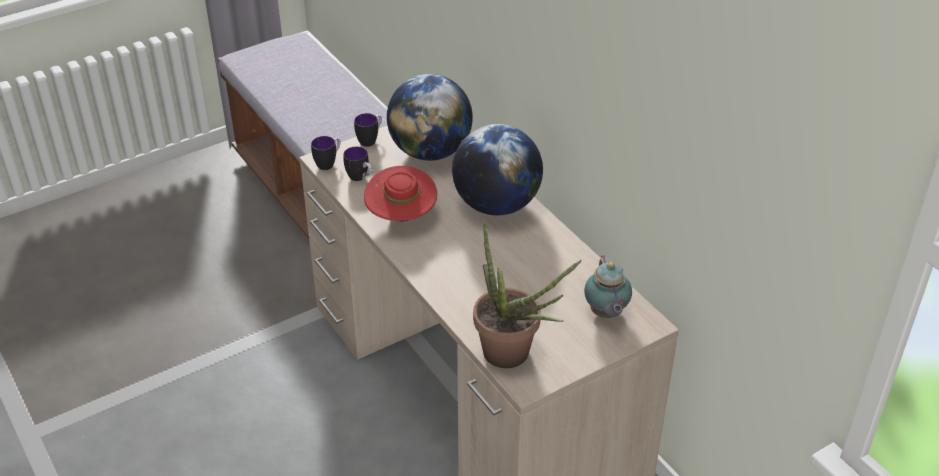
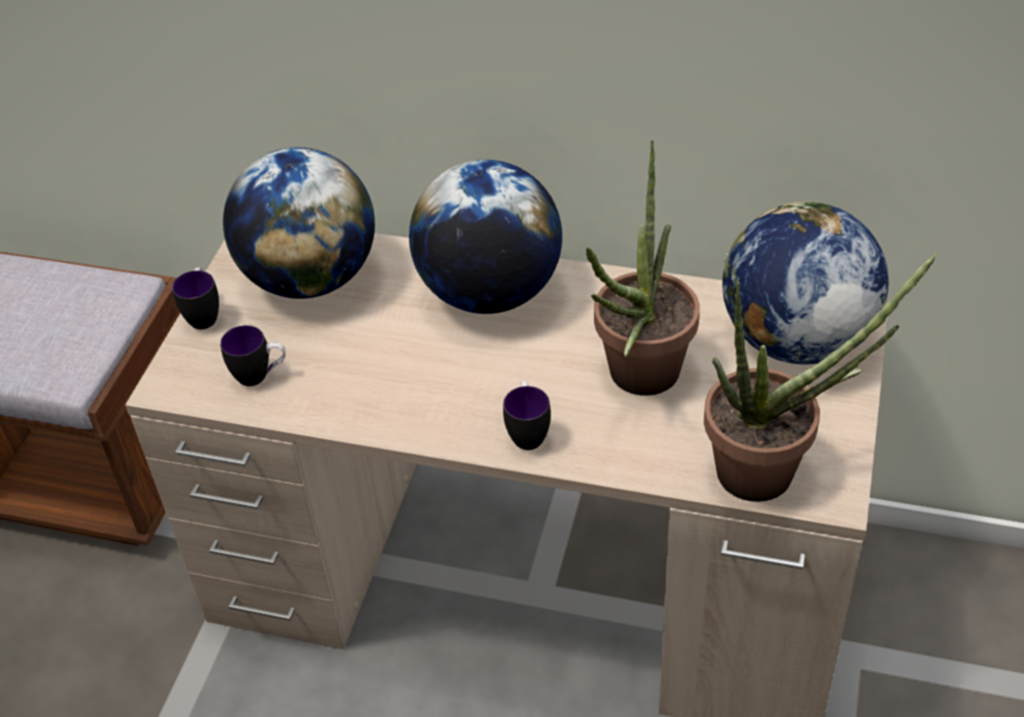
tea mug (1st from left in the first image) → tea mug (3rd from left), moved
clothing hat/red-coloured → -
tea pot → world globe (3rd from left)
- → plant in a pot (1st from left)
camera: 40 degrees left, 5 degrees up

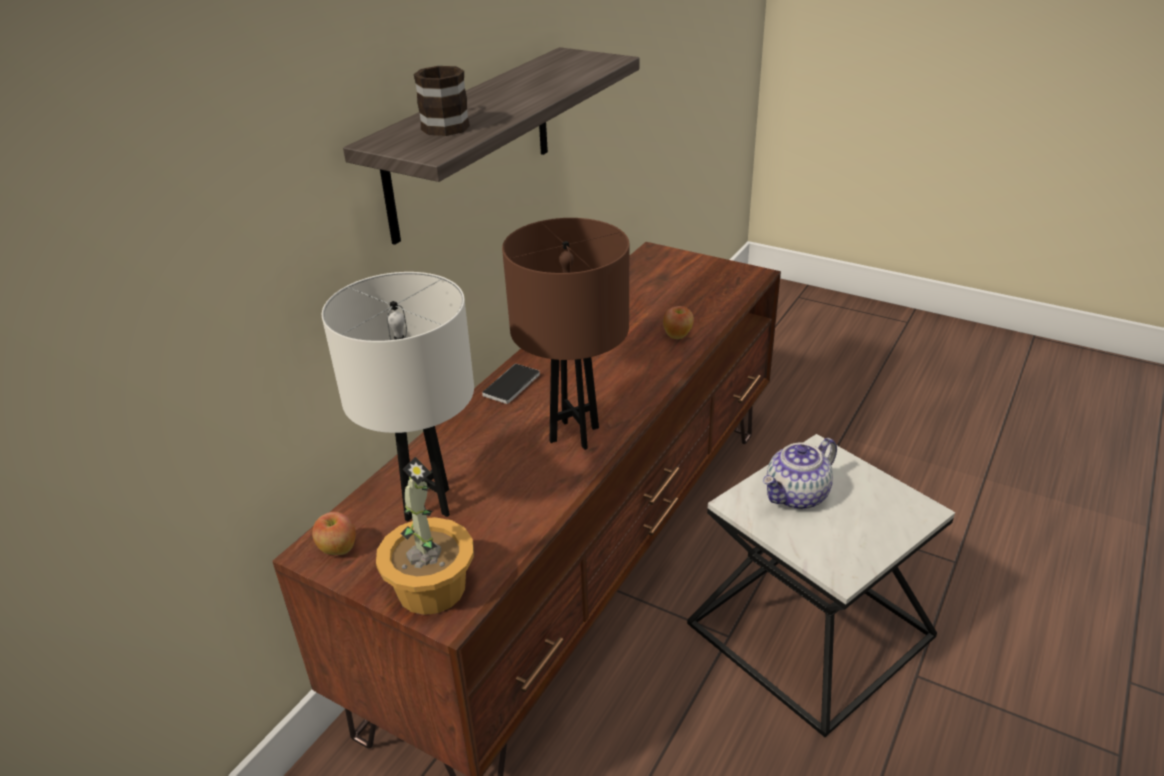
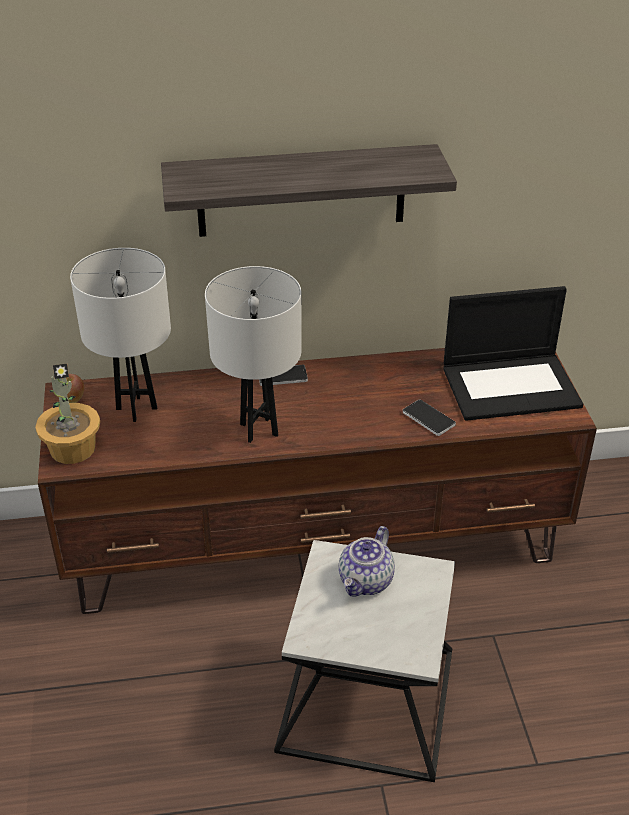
tea mug → -
table lamp/brown-coloured → table lamp/whitish (2nd from left)
apple (2nd from left) → handset (2nd from left)
tea pot, 75 degrees counterclockwise
- → laptop
camera: 50 degrees right, 5 degrees up

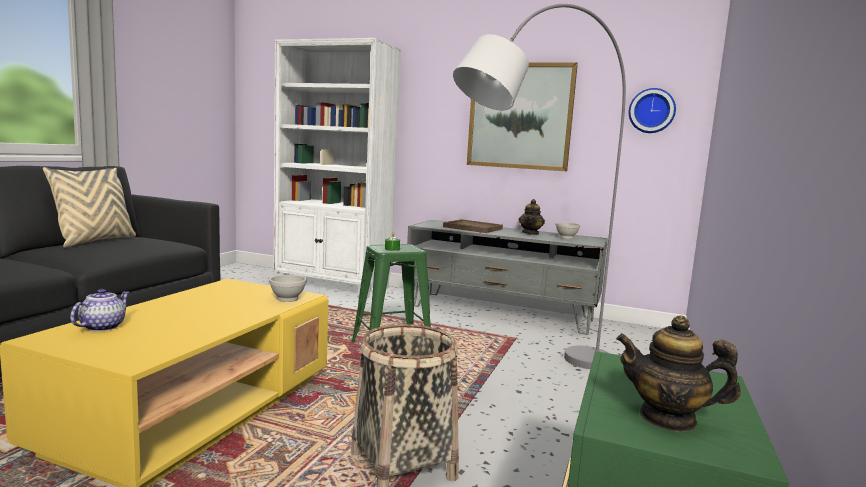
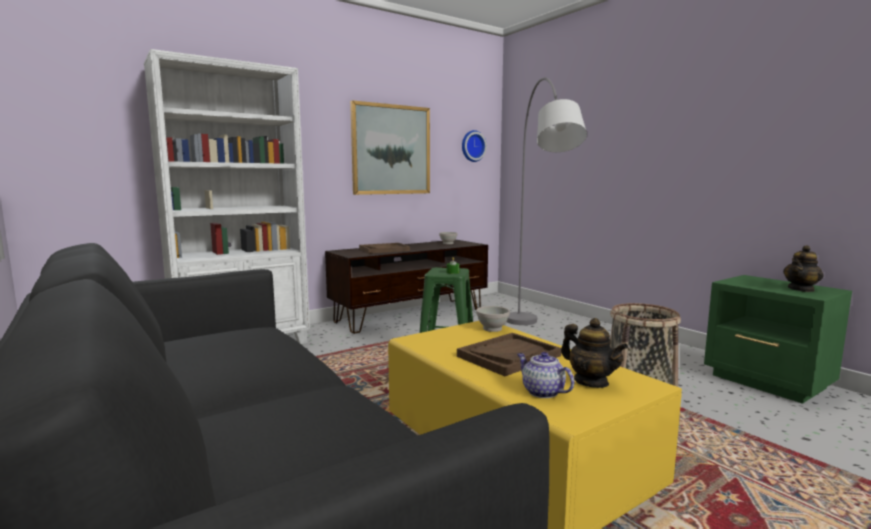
throw pillow/beige-coloured → -
tea pot (2nd from left), moved
tv unit/greyish → tv unit/brown-coloured
- → serving tray/brown-coloured (2nd from left)
camera: 55 degrees left, 0 degrees up

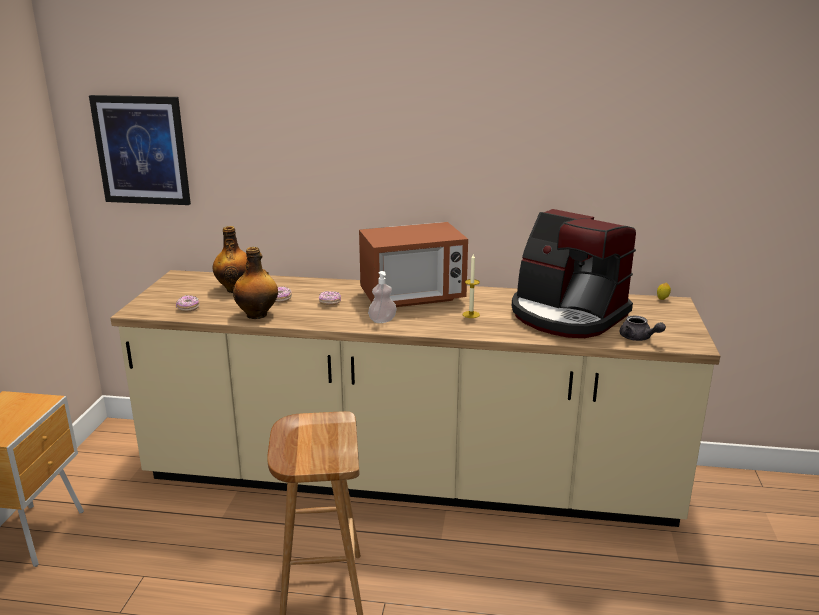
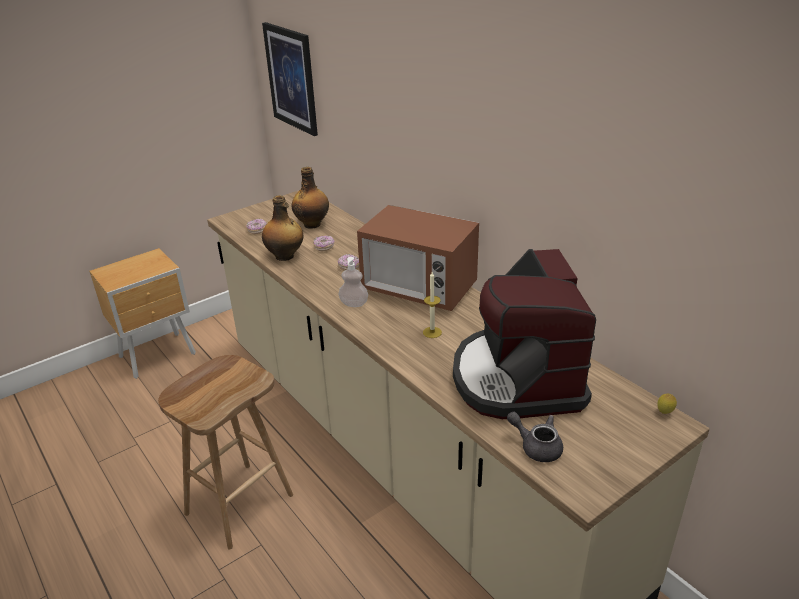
tea pot/greyish, 120 degrees clockwise
camera: 45 degrees right, 10 degrees up

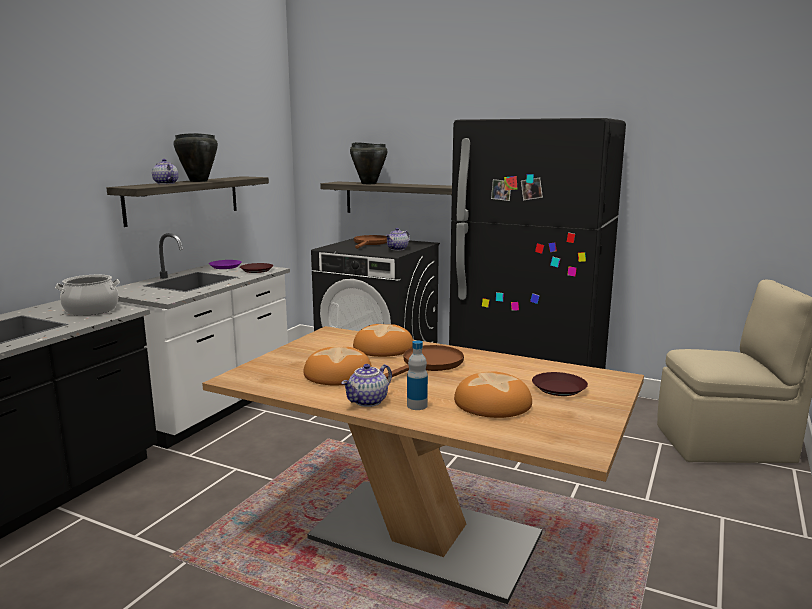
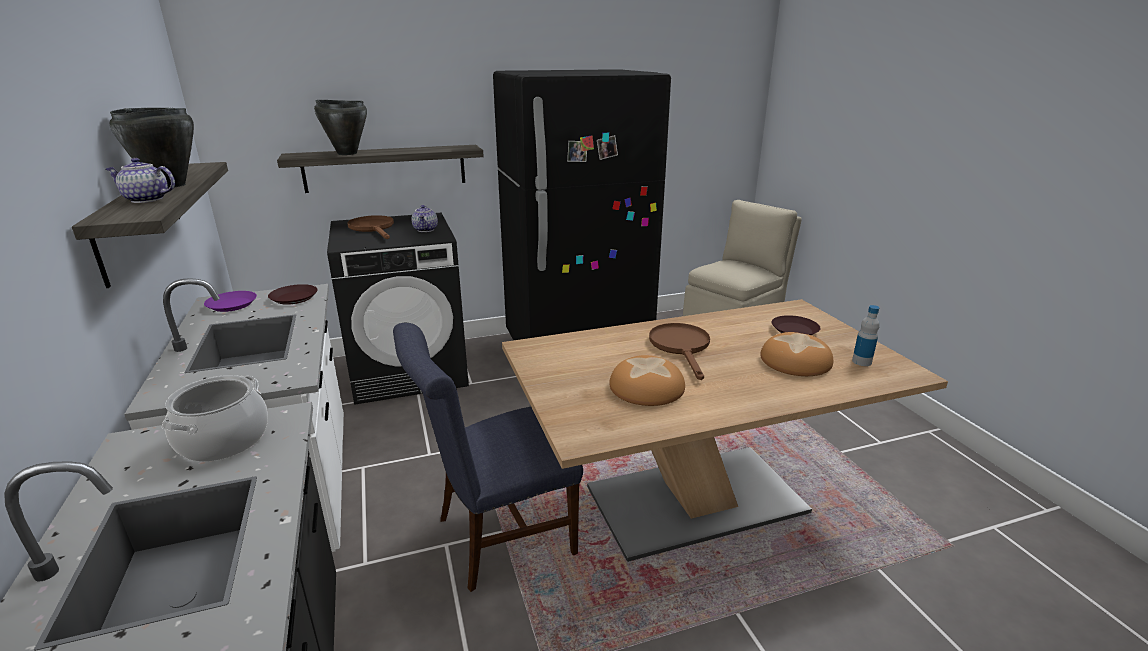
bakery bread (2nd from left) → -
bottle, moved
tea pot (2nd from left) → -
- → plain chair/bluish
camera: 45 degrees left, 10 degrees up

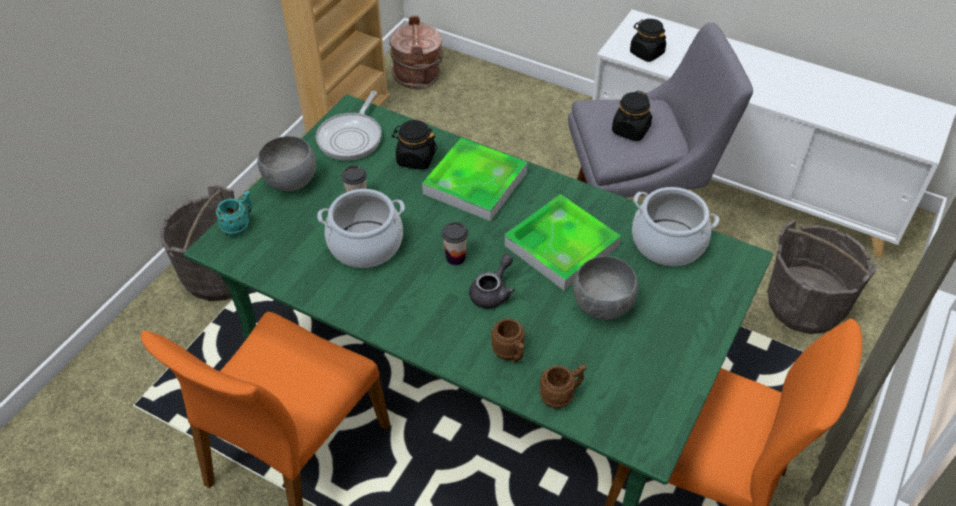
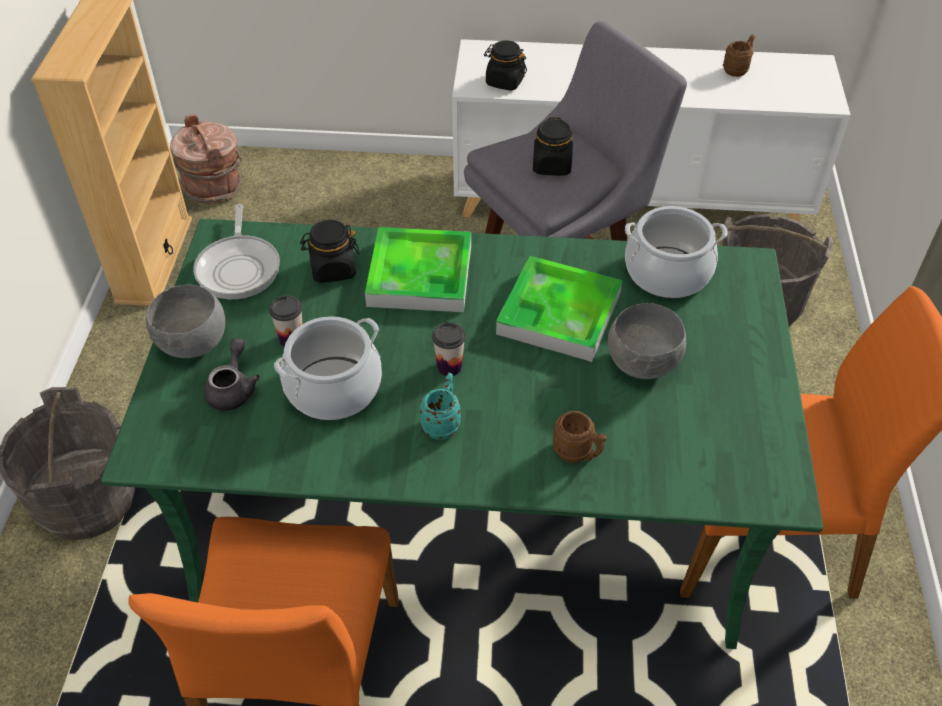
tea mug/turquoise-coloured, moved
tea pot/greyish, moved
tea mug/brown-coloured (2nd from left), moved
camera: 25 degrees left, 0 degrees up

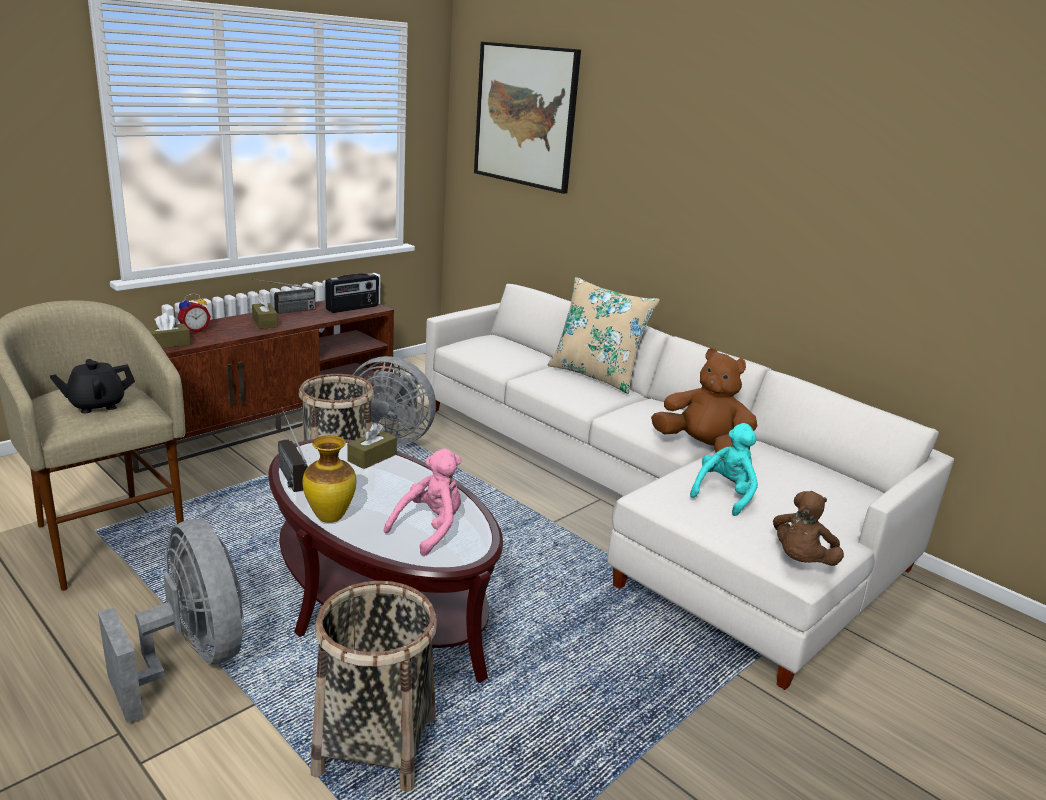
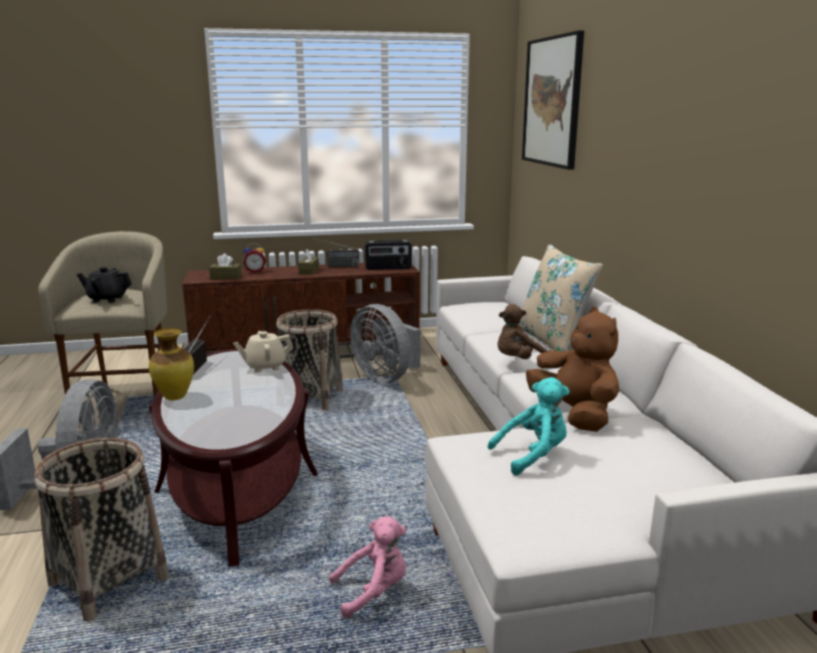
tissue holder/brown-coloured (3rd from left) → tea pot/beige-coloured
plush toy/pink, moved
plush toy/brown-coloured (2nd from left in the first image) → plush toy/brown-coloured (1st from left), moved
camera: 35 degrees right, 5 degrees down

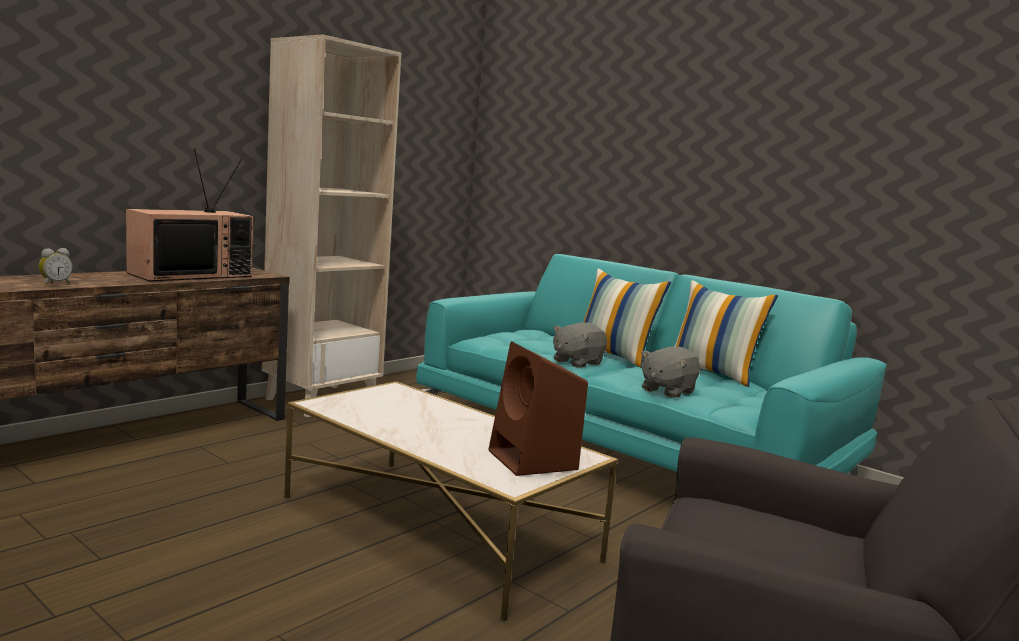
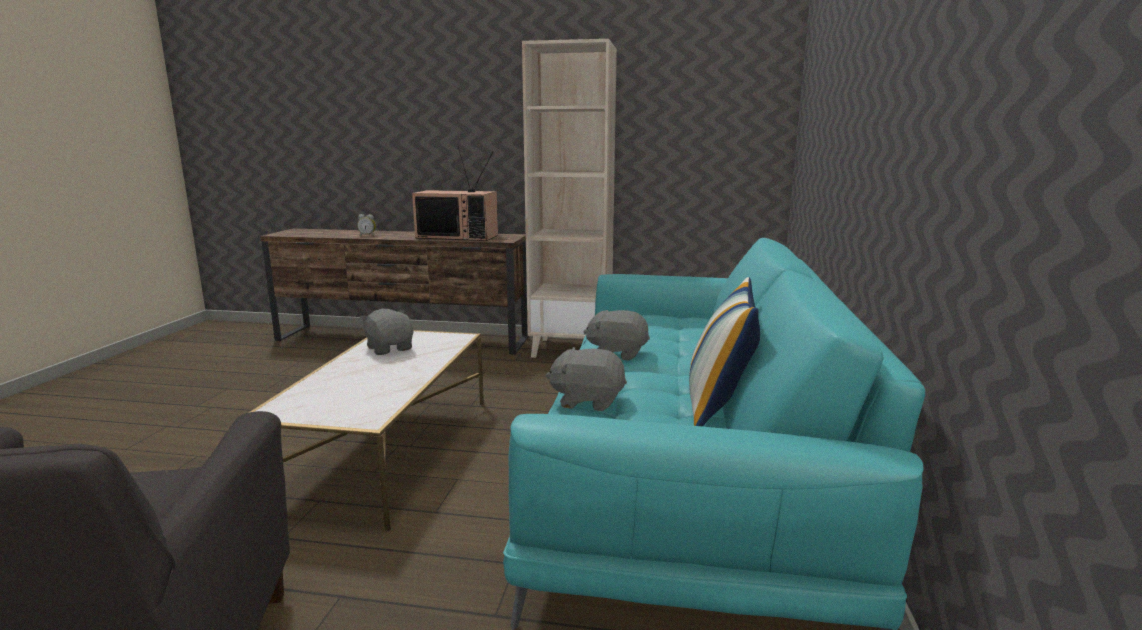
throw pillow (1st from left) → -
loudspeaker/brown-coloured → -
- → plush toy/greyish (1st from left)
camera: 60 degrees right, 5 degrees up

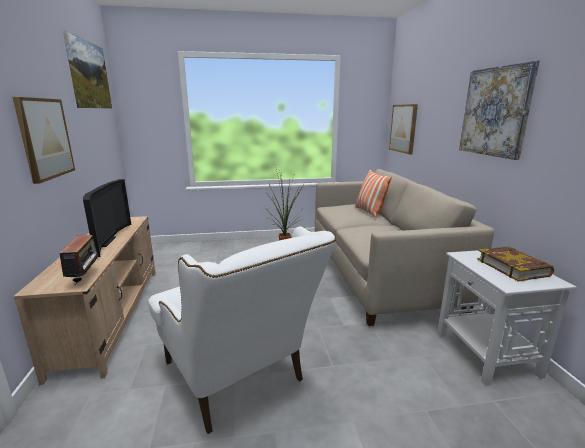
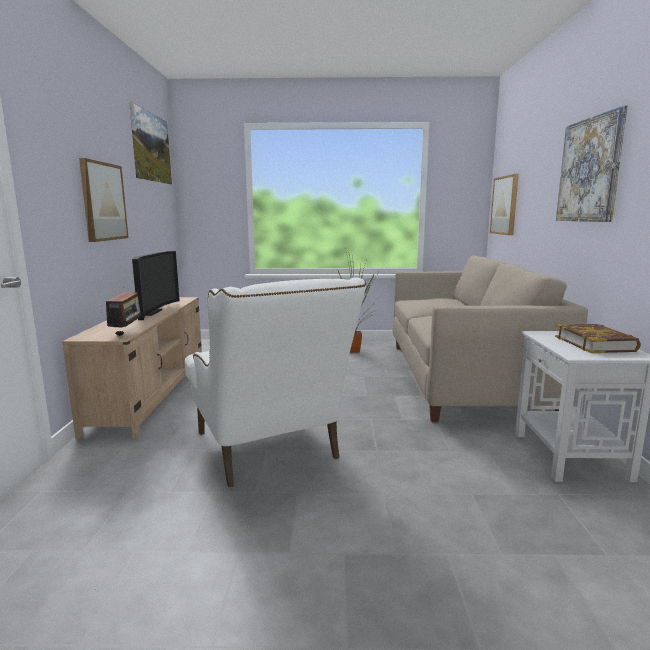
throw pillow → -
camera: 10 degrees right, 5 degrees down

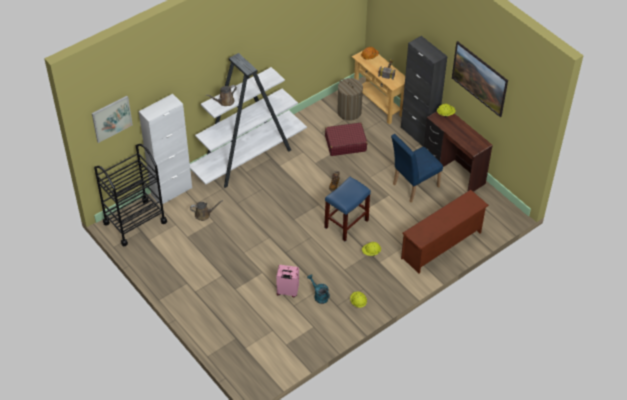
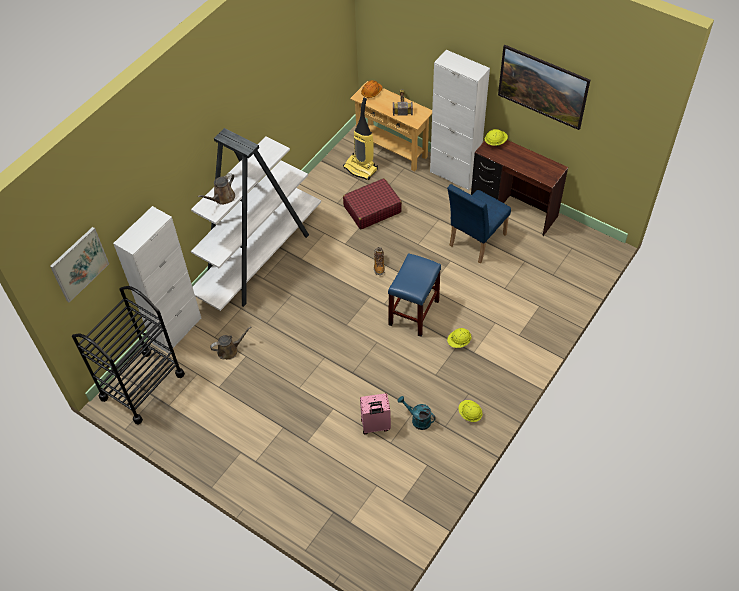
cupboard/black-coloured → cupboard/whitish (2nd from left)
hamper → vacuum cleaner
shoe rack/brown-coloured → -
camera: 15 degrees left, 5 degrees up

